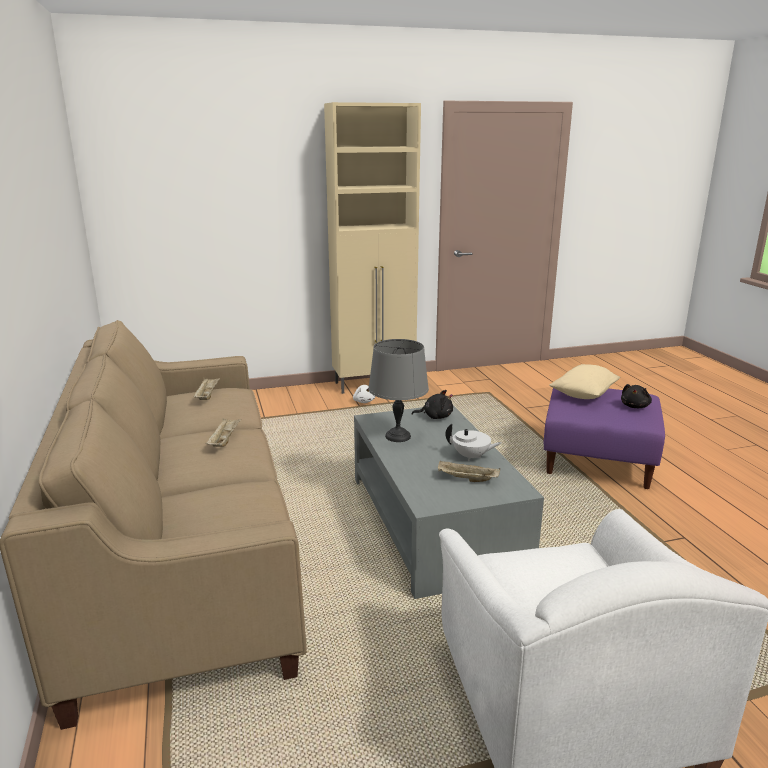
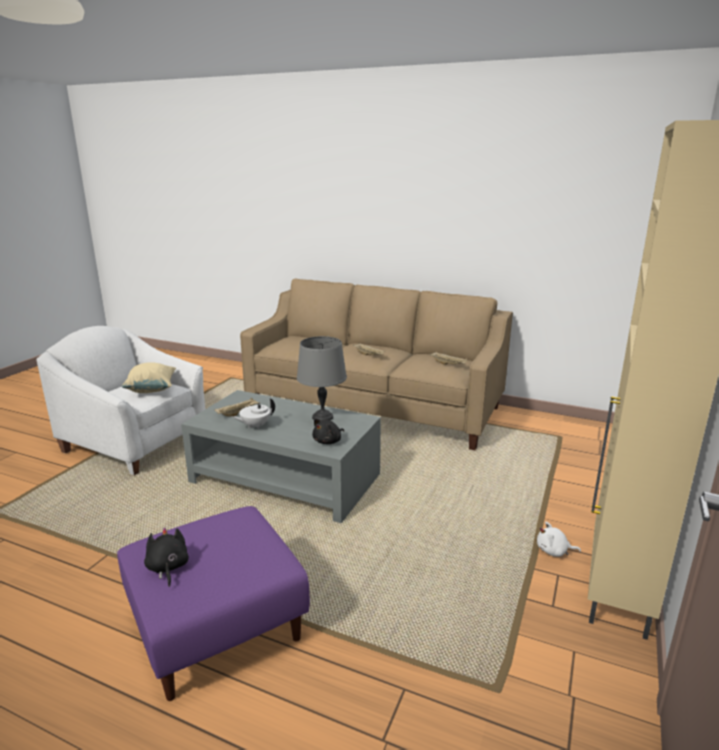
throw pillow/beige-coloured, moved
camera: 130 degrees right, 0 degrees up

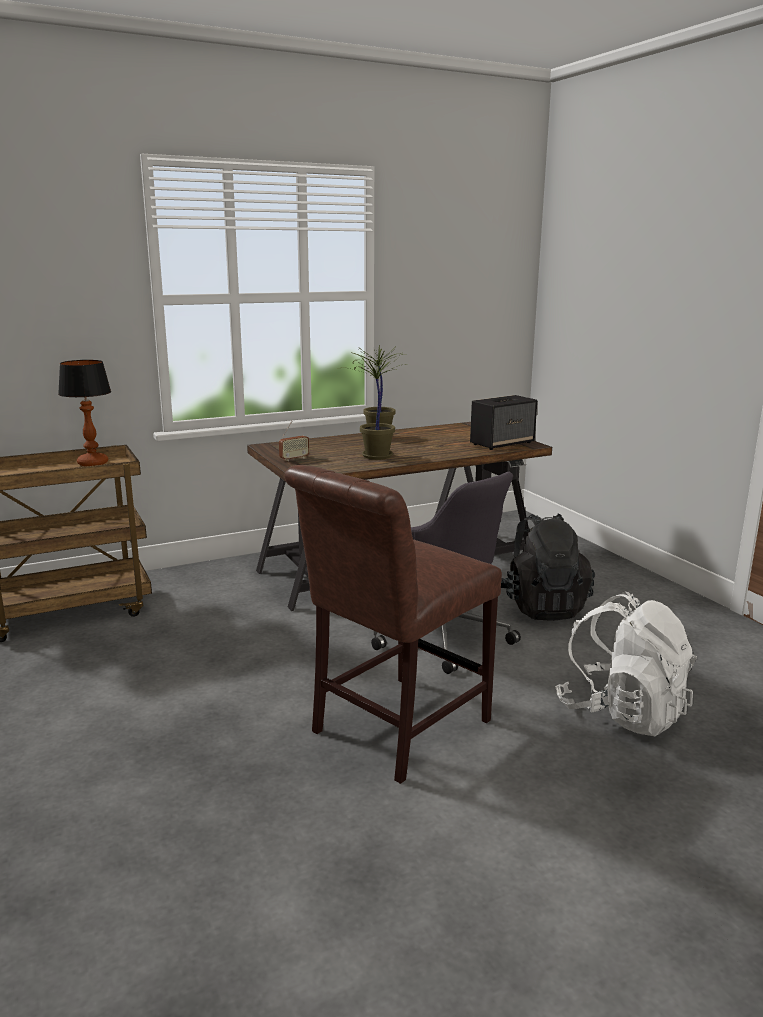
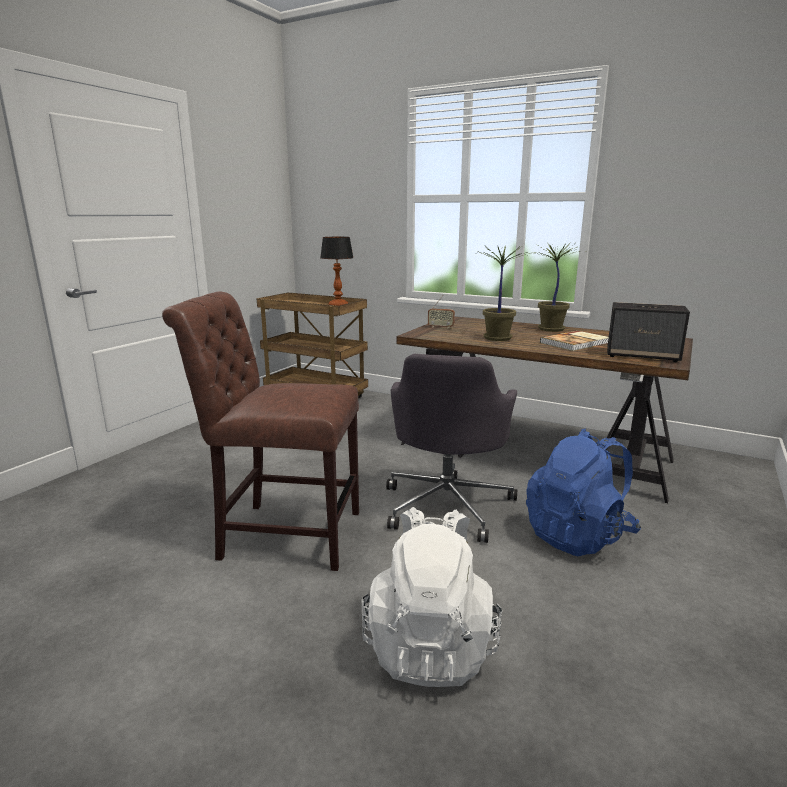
rucksack/black-coloured → rucksack/bluish
- → volume
camera: 55 degrees right, 0 degrees up

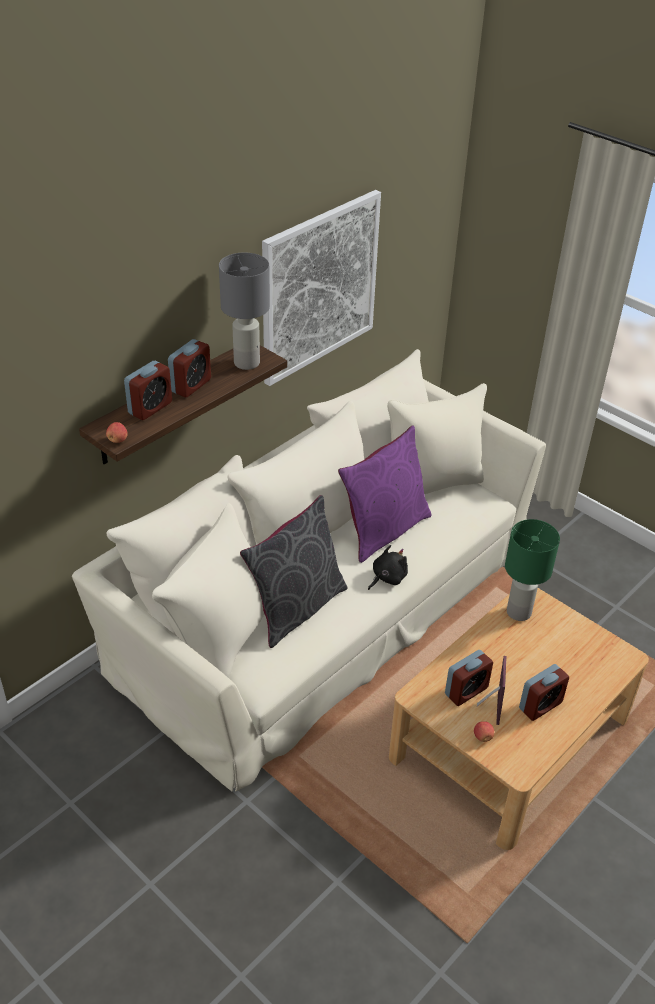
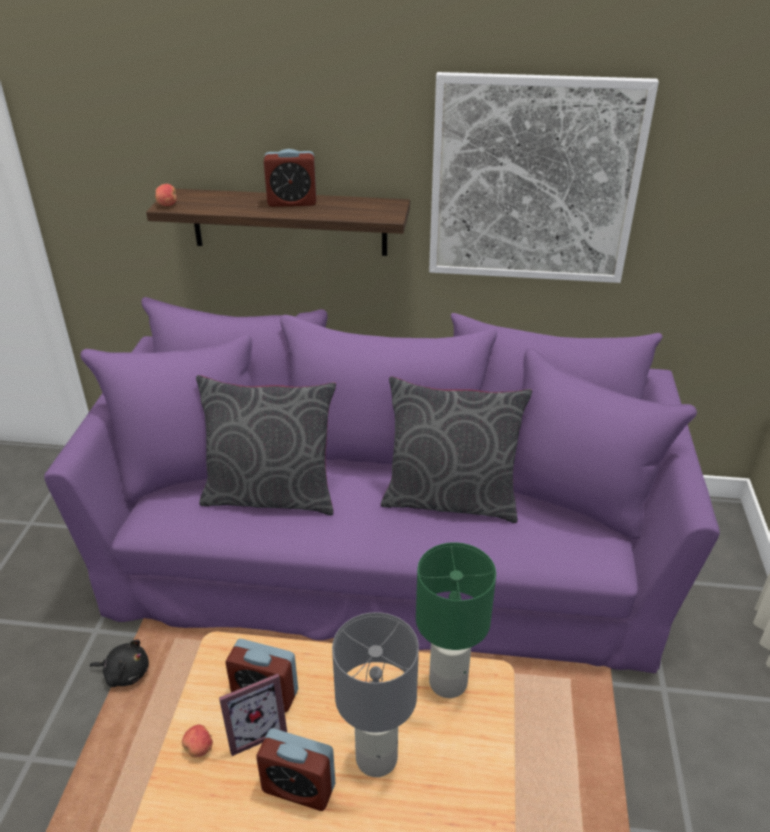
table lamp/greyish, moved
sofa/beige-coloured → sofa/purple
bedside clock (1st from left) → -
throw pillow/purple → throw pillow/greyish (2nd from left)
plush toy/black-coloured, moved
camera: 55 degrees right, 5 degrees down

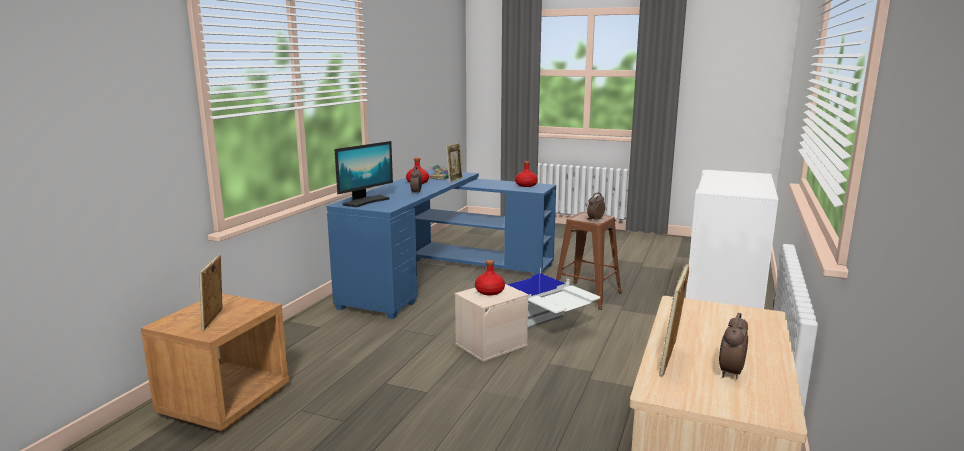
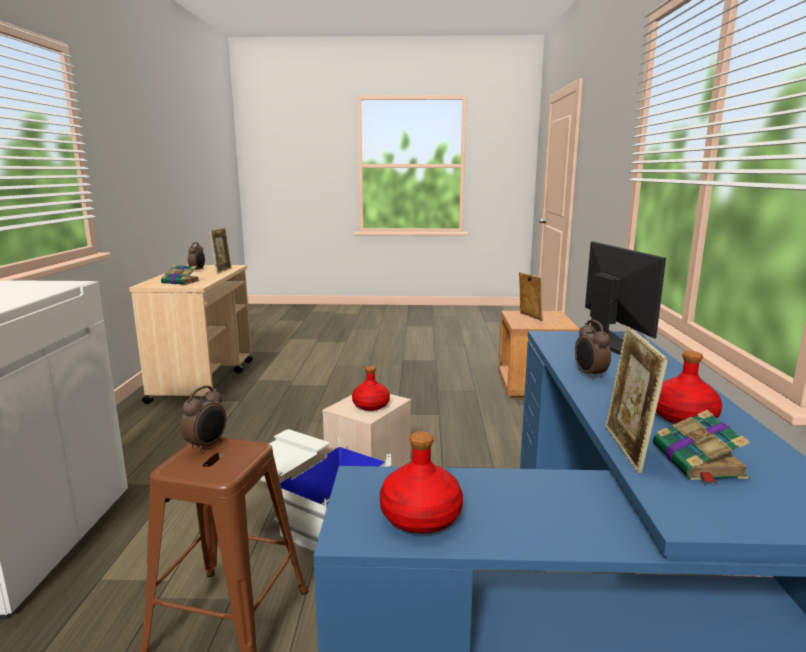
computer screen, 150 degrees clockwise
- → volume (1st from left)
camera: 160 degrees right, 0 degrees up

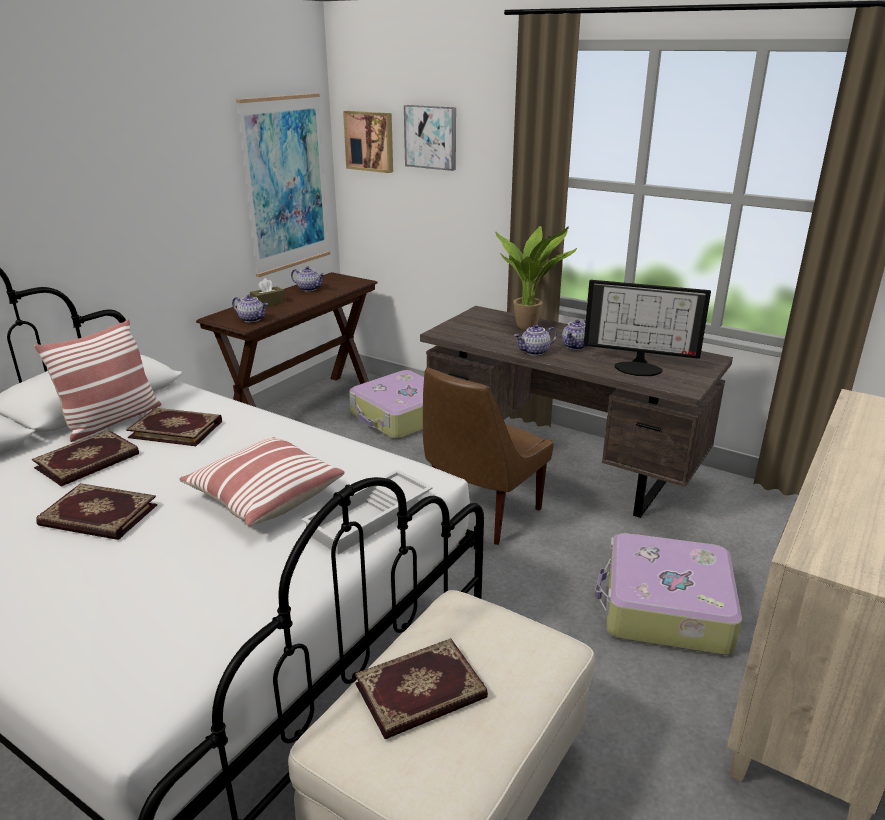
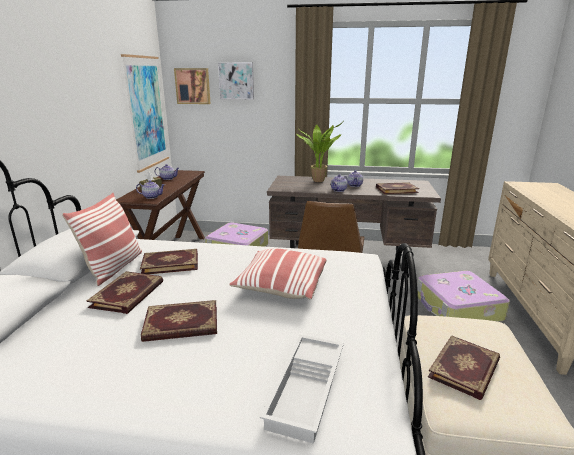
computer screen → volume (4th from left)
serving tray/whitish, moved
camera: 25 degrees left, 5 degrees down

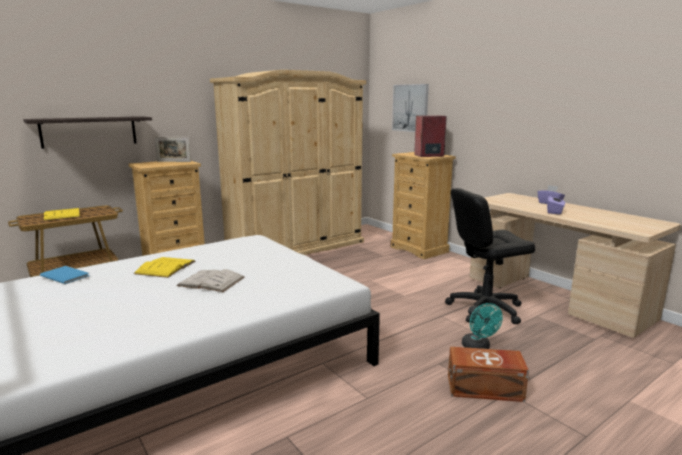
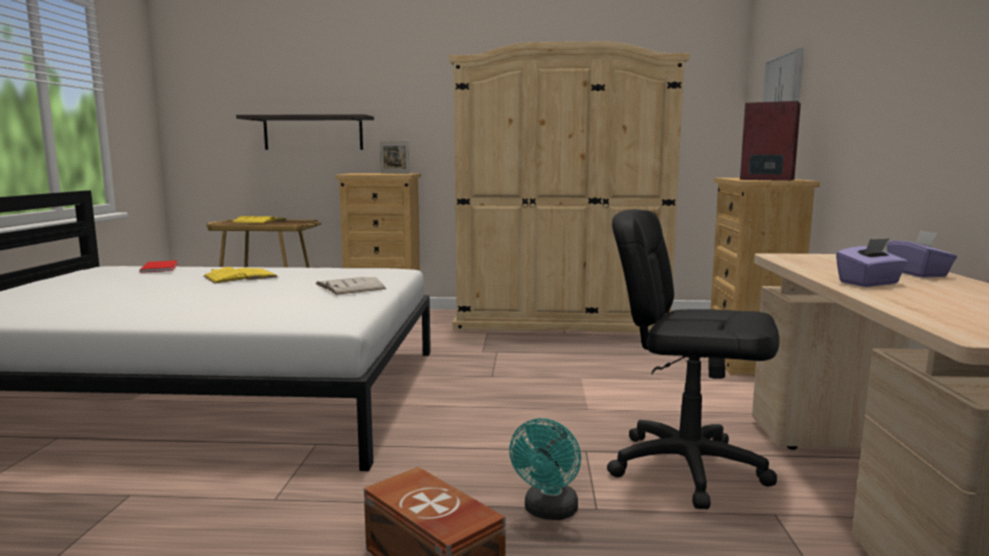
volume/bluish → volume/red-coloured
volume/whitish, moved
camera: 40 degrees right, 5 degrees down

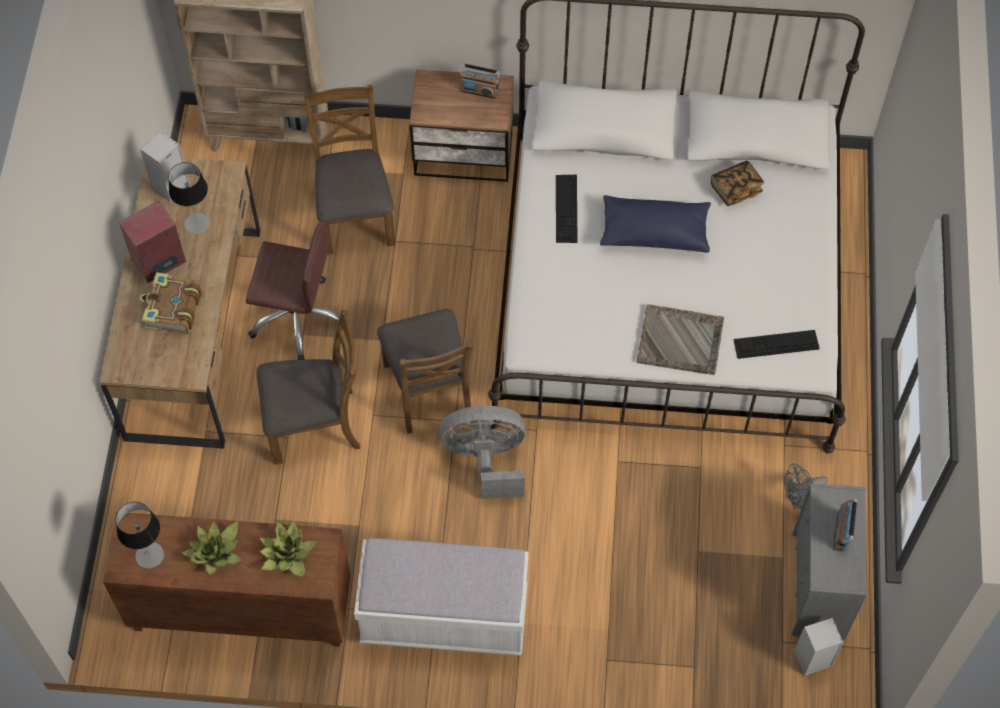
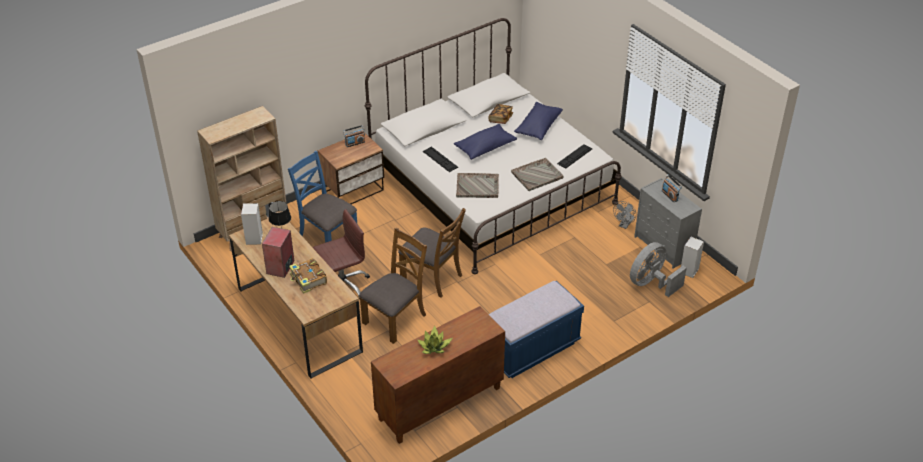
plain chair/brown-coloured (2nd from left) → plain chair/bluish
electric fan/greyish (1st from left in the first image) → electric fan/greyish (2nd from left), moved
table lamp (1st from left) → -
plant in a pot (2nd from left) → -
indoor bench/whitish → indoor bench/bluish
- → throw pillow/bluish (2nd from left)
- → serving tray/greyish (1st from left)
camera: 40 degrees left, 20 degrees down

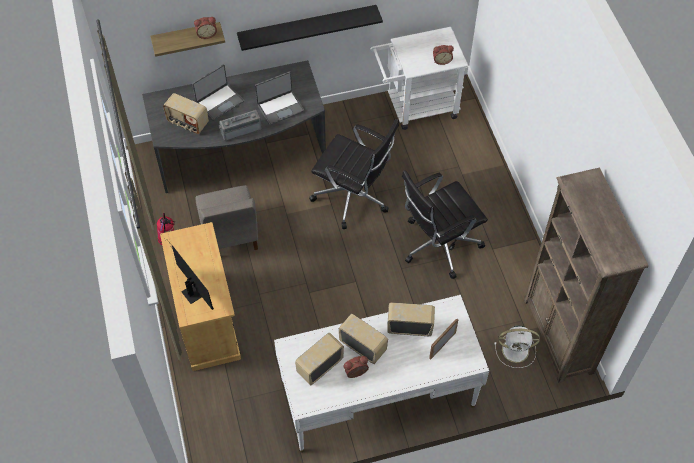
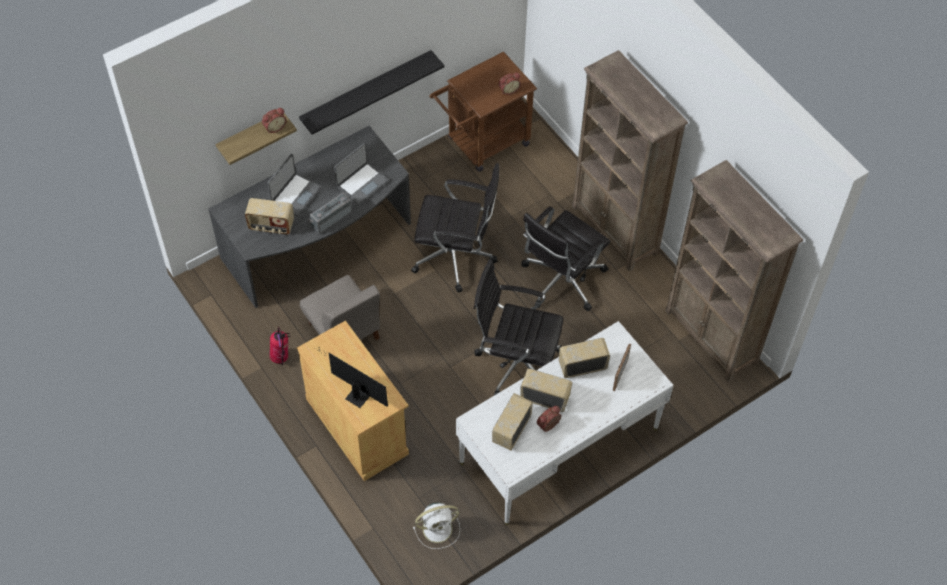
wheeled cart/whitish → wheeled cart/brown-coloured
electric fan/whitish, moved
- → bookcase/brown-coloured (1st from left)
- → desk chair/black-coloured (2nd from left)
camera: 20 degrees left, 0 degrees up

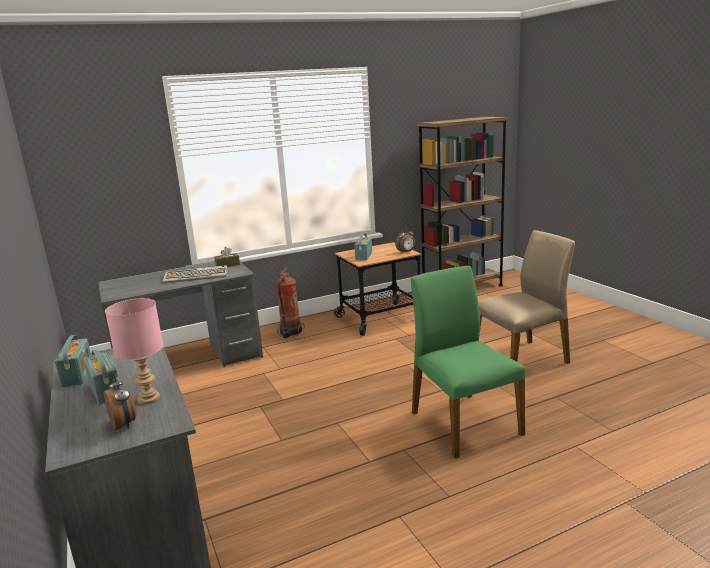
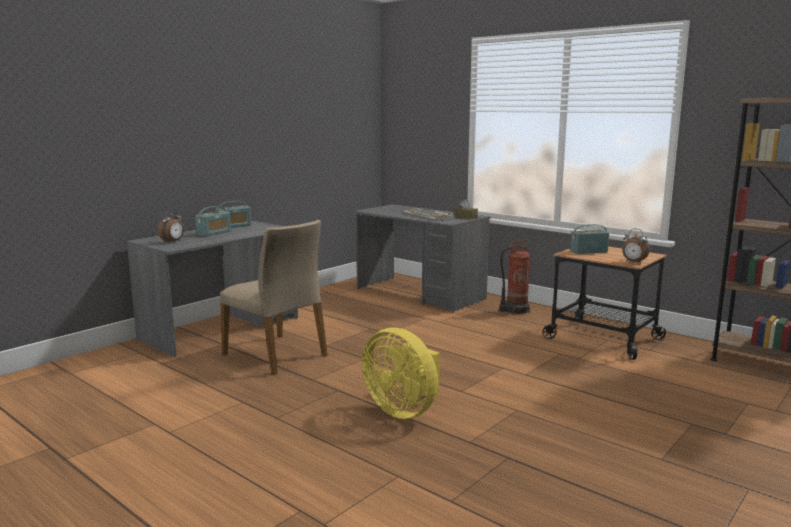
plain chair/beige-coloured, moved
plain chair/greenish → electric fan/yellowish
table lamp/pink → -
camera: 65 degrees right, 5 degrees down

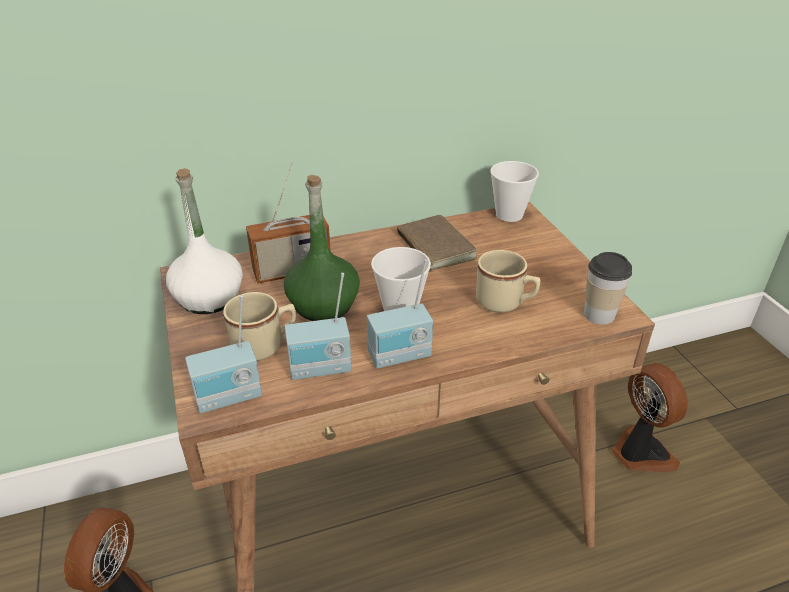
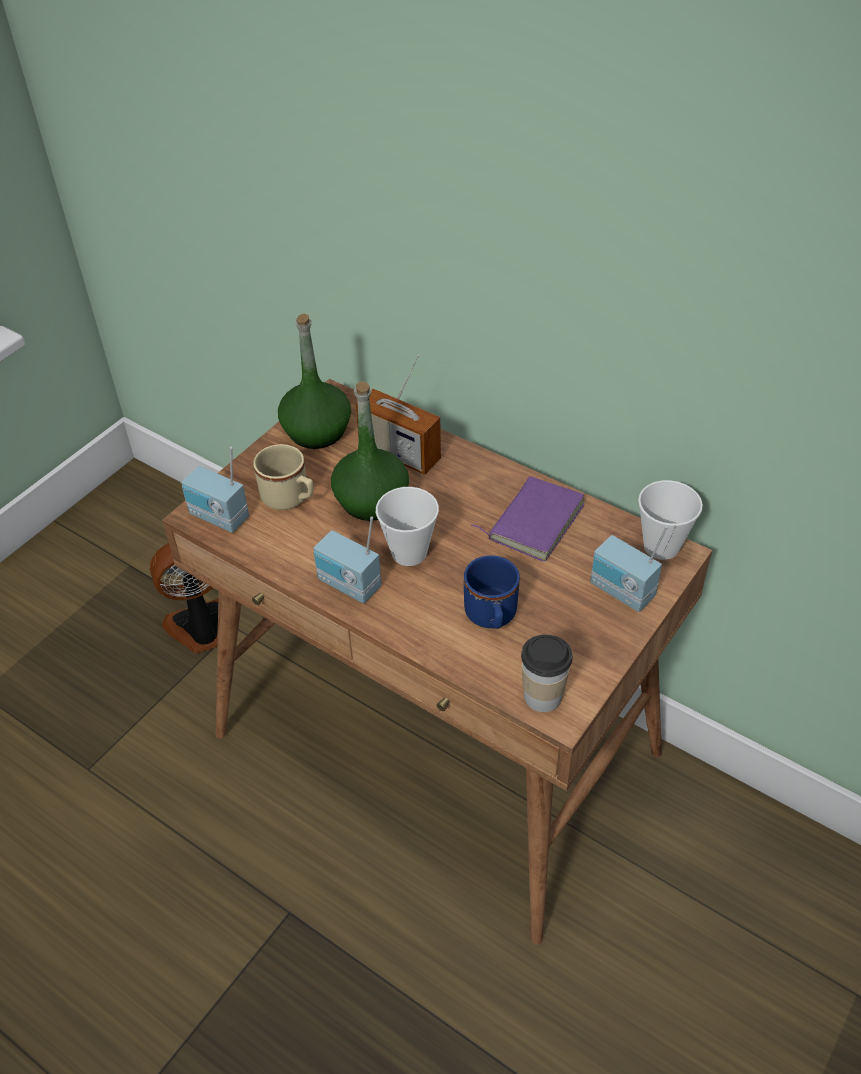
bottle/whitish → bottle/greenish (1st from left)
volume/brown-coloured → volume/purple
tea mug/beige-coloured (2nd from left) → tea mug/bluish
radio receiver (3rd from left in the first image) → radio receiver (4th from left), moved
electric fan (2nd from left) → -
camera: 55 degrees right, 10 degrees up

